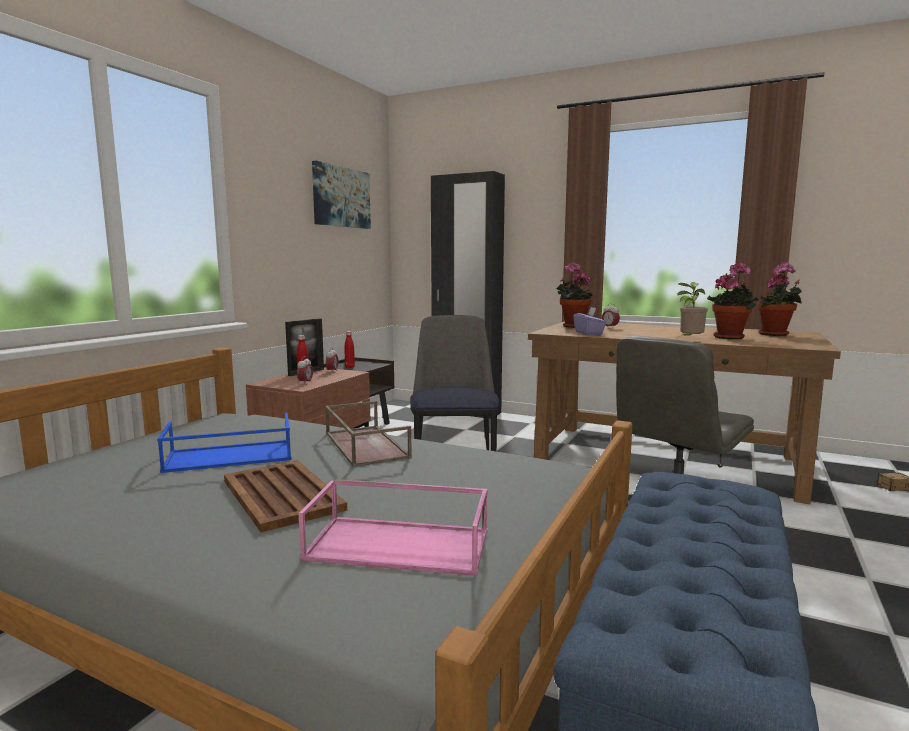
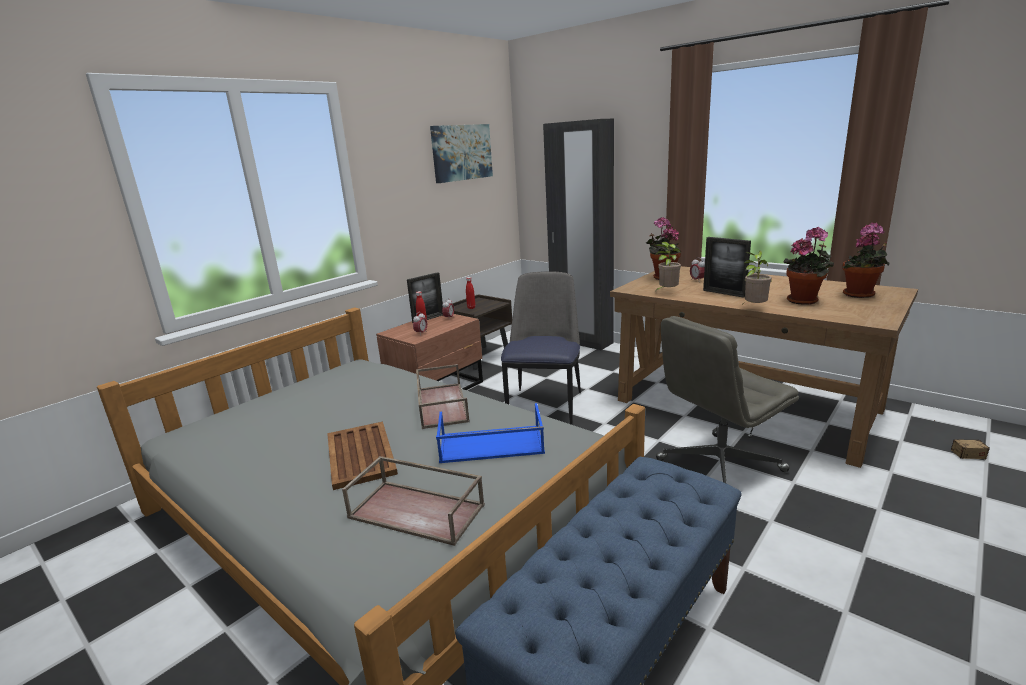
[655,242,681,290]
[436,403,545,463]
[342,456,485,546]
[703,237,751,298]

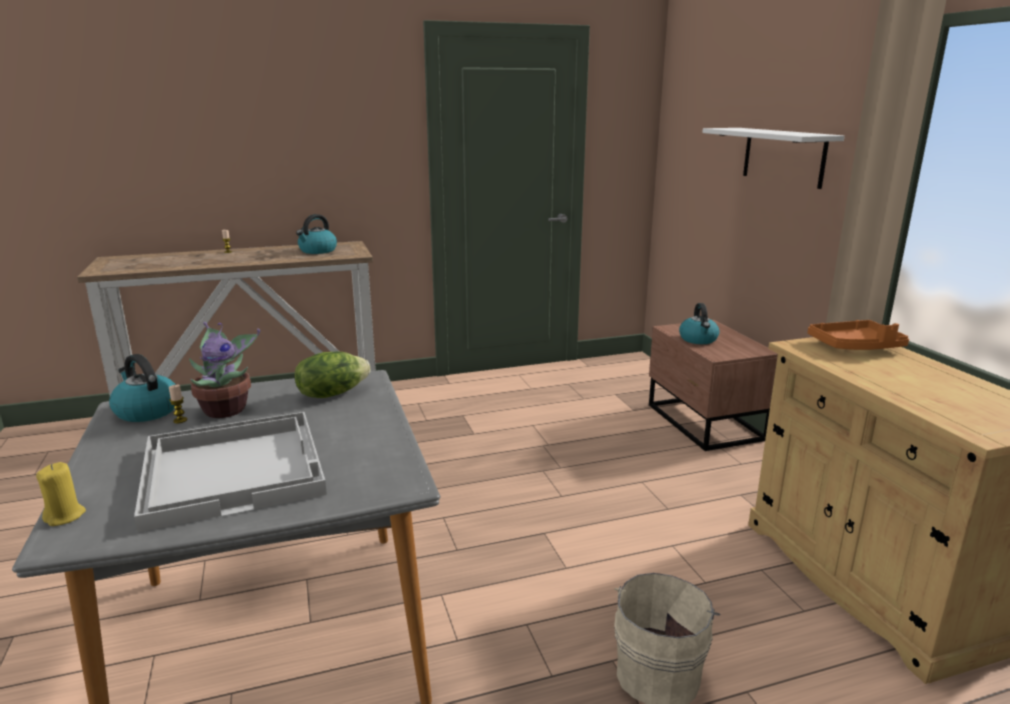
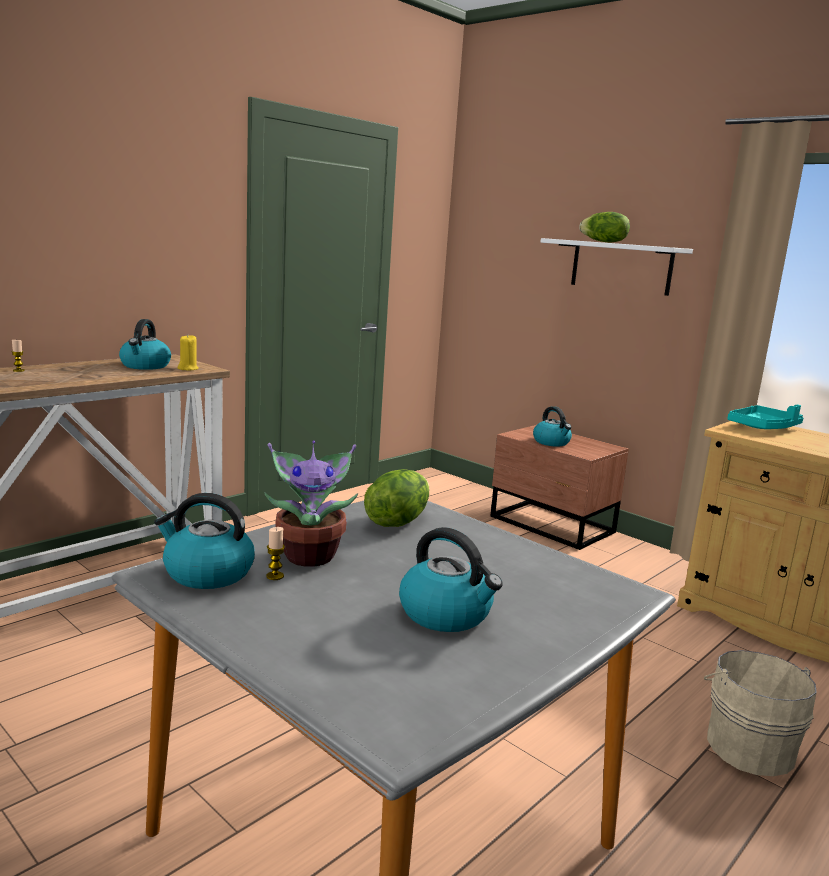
[727,405,803,429]
[399,527,503,632]
[177,334,199,371]
[579,212,630,243]

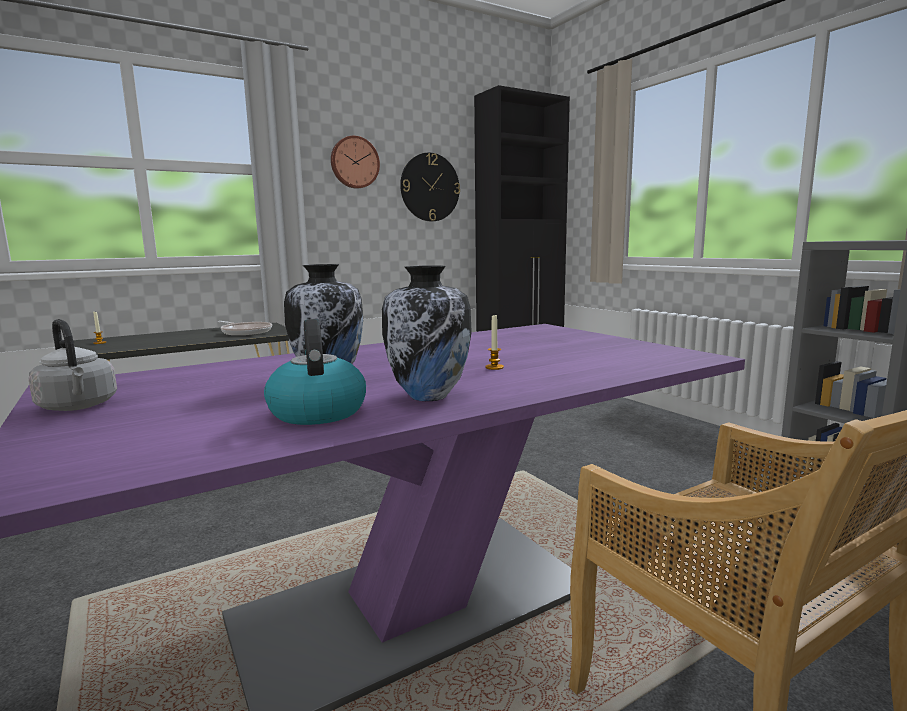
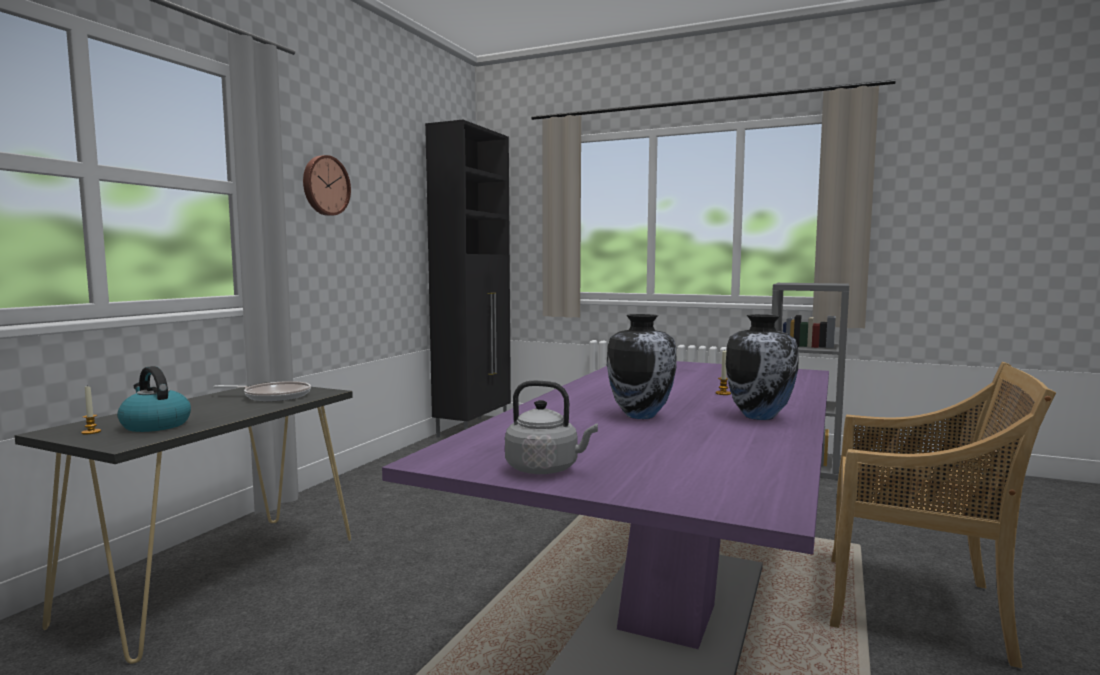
[400,153,460,221] (first image)
[117,366,191,432]

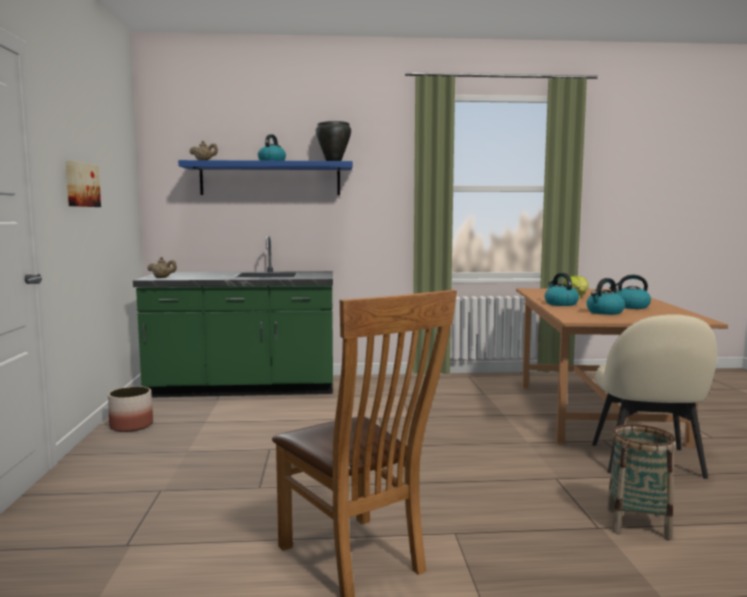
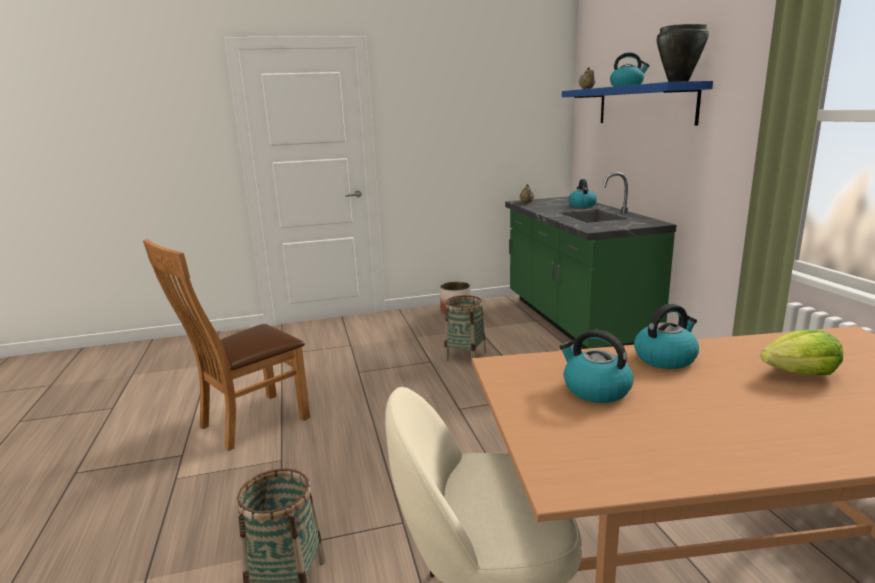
[66,160,101,207] (first image)
[568,179,597,208]
[444,295,486,364]

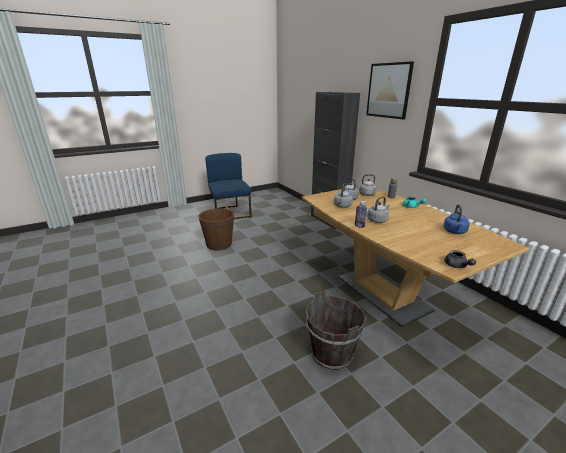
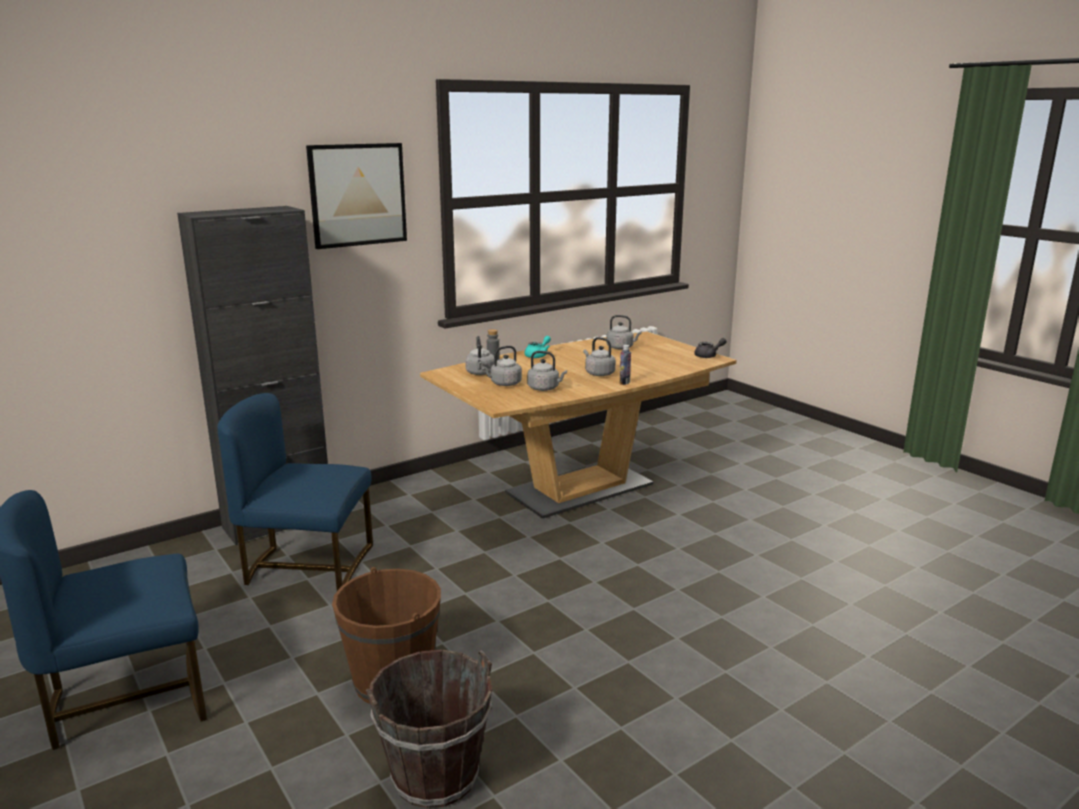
[606,315,642,349]
[366,649,492,809]
[217,393,373,591]

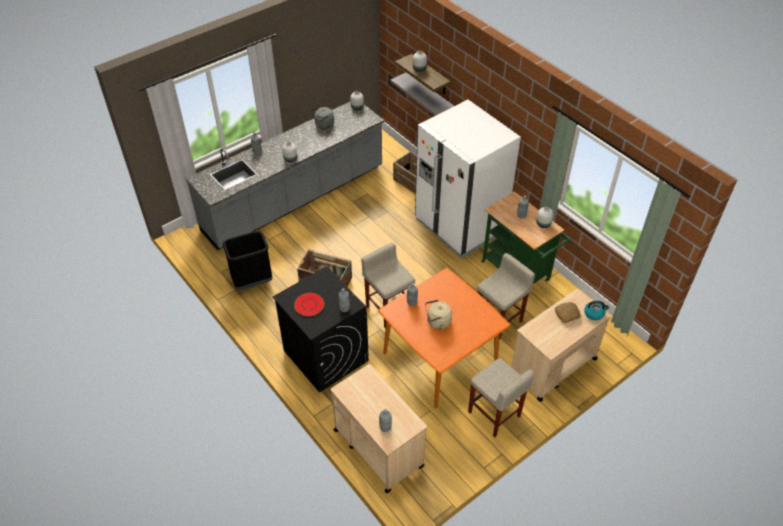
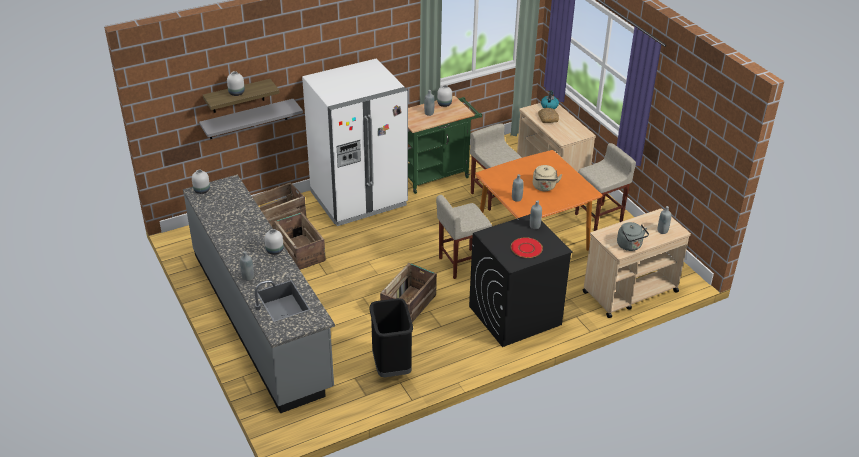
[617,222,649,251]
[274,212,326,270]

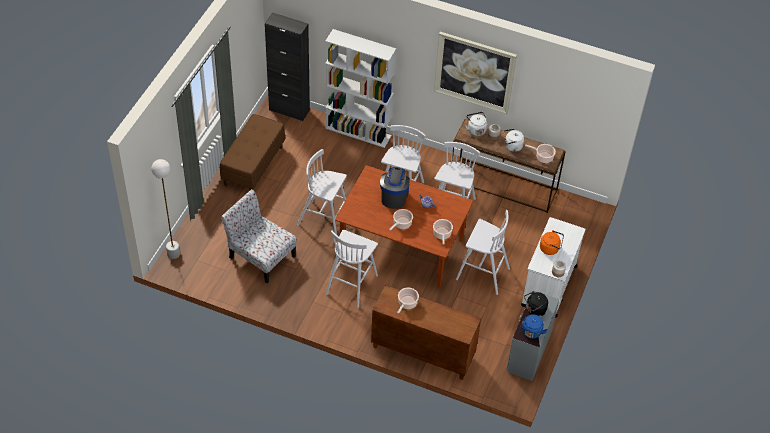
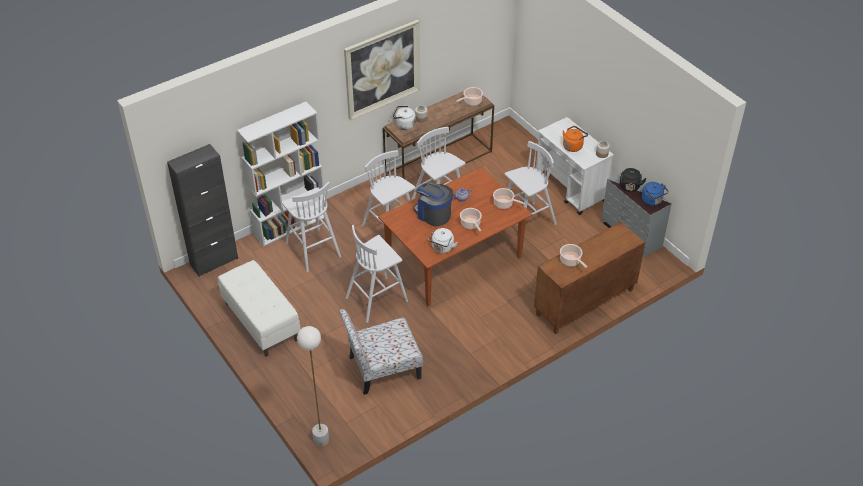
[218,260,301,357]
[429,228,458,253]
[282,182,341,272]

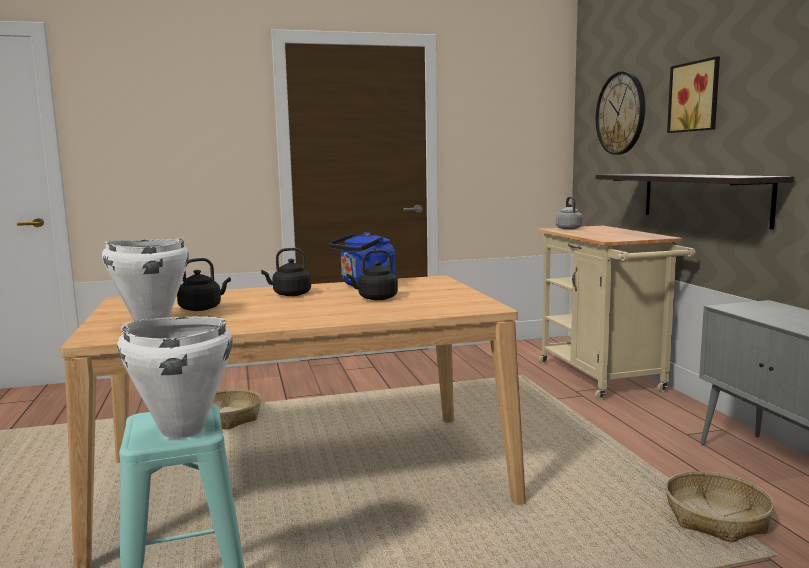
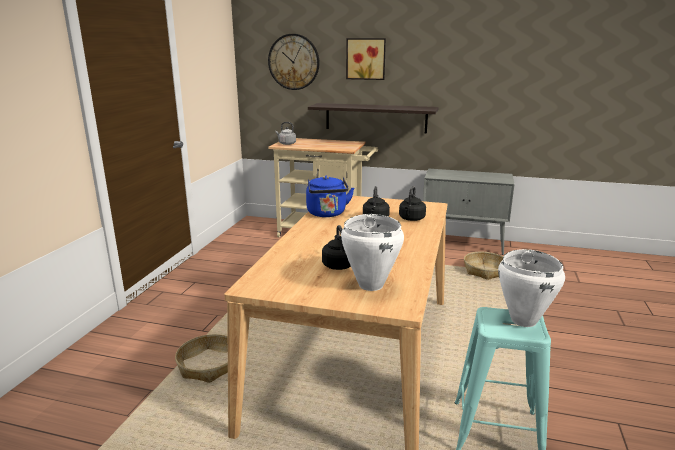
[399,186,426,221]

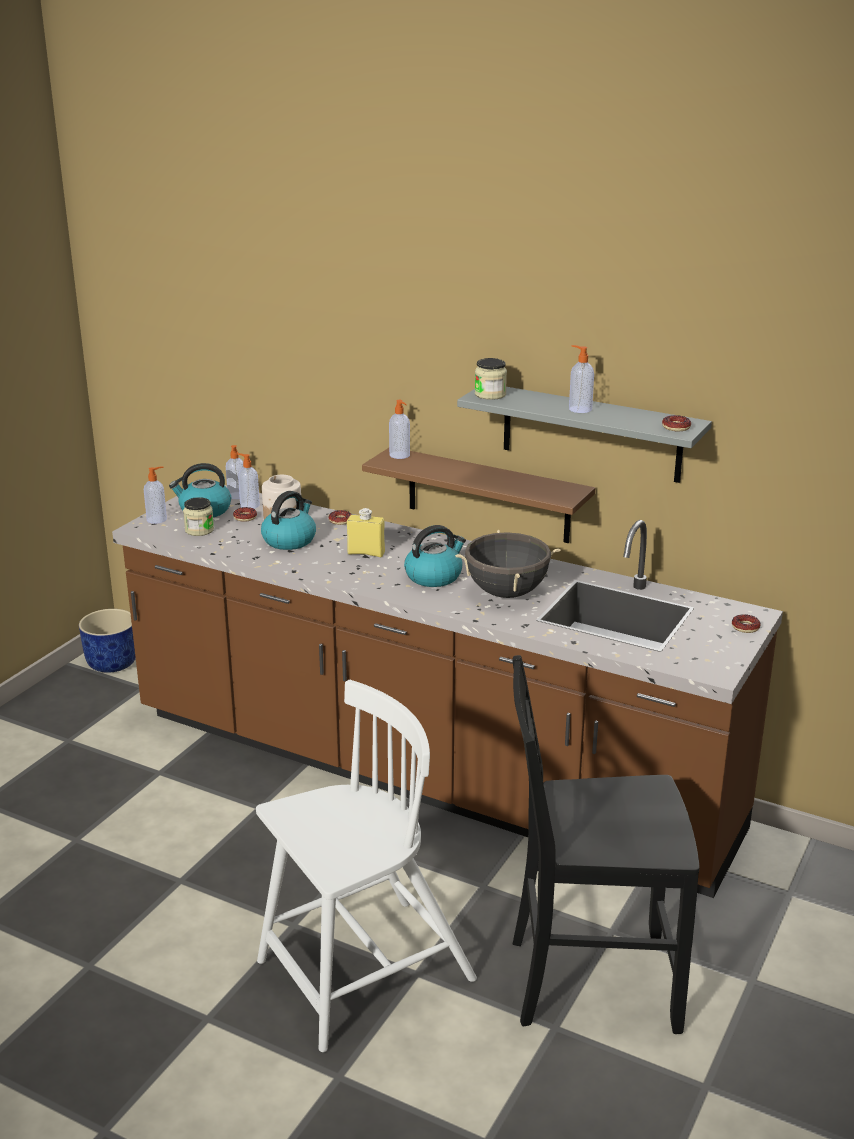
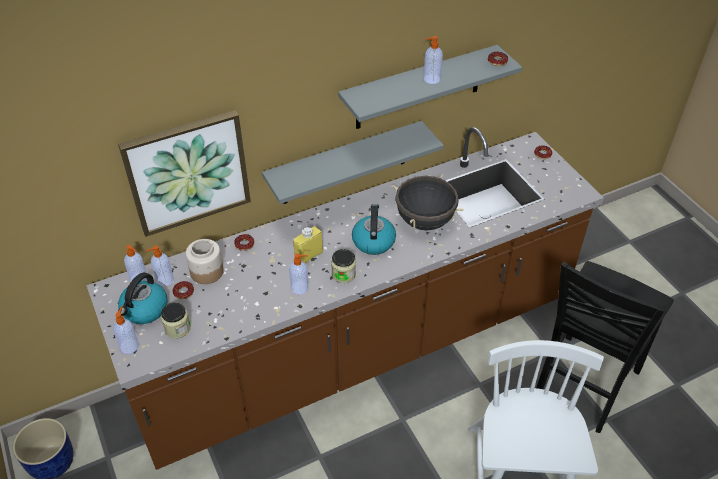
[331,249,356,283]
[289,253,309,295]
[262,121,444,204]
[261,491,316,550] (first image)
[118,110,251,237]

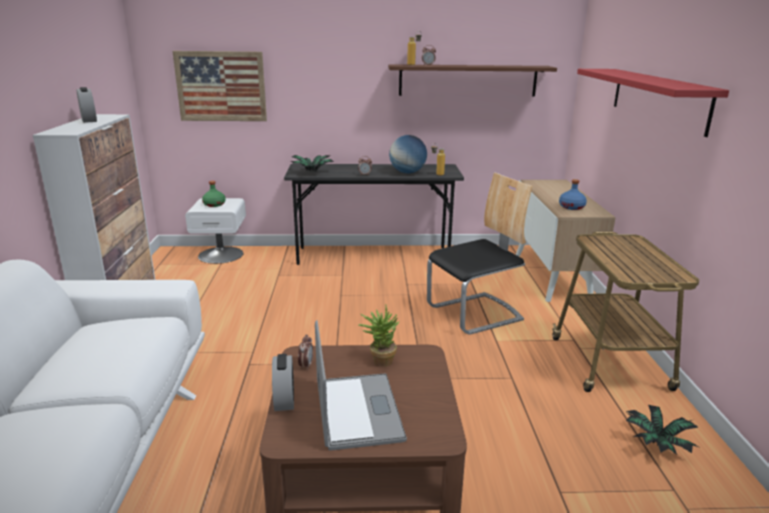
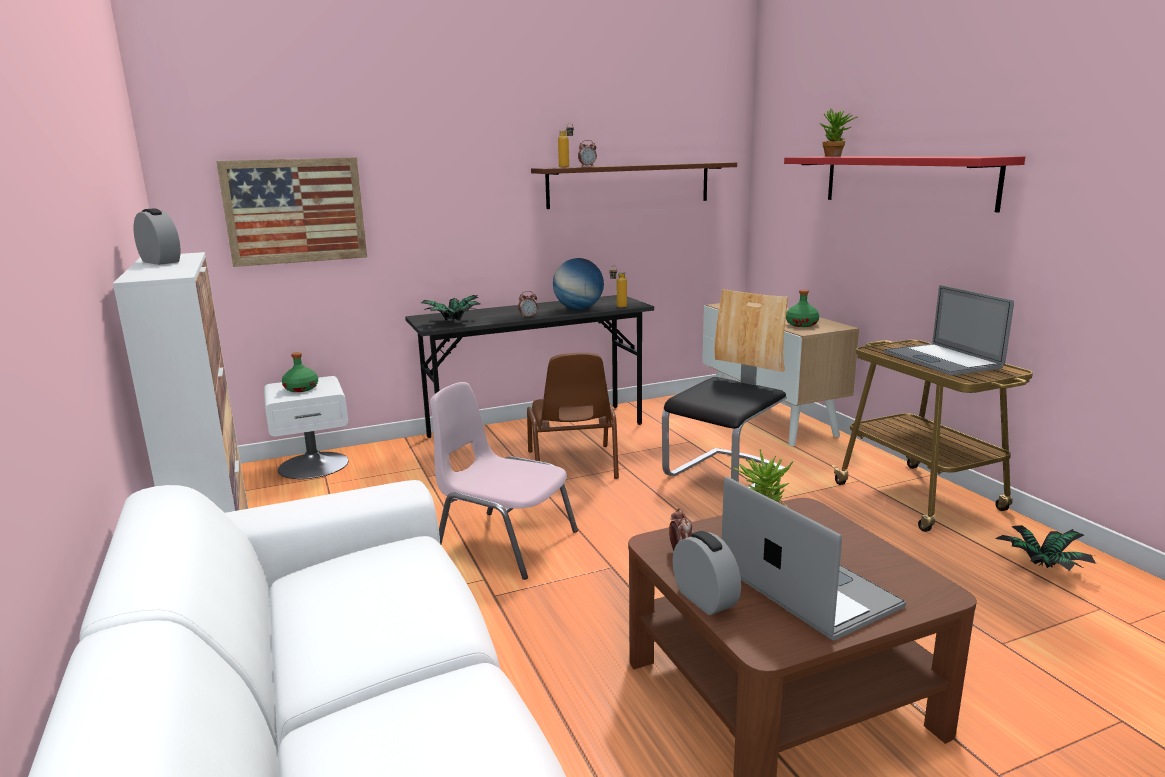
[786,290,819,327]
[820,108,857,157]
[884,285,1014,375]
[527,353,619,479]
[430,382,578,580]

